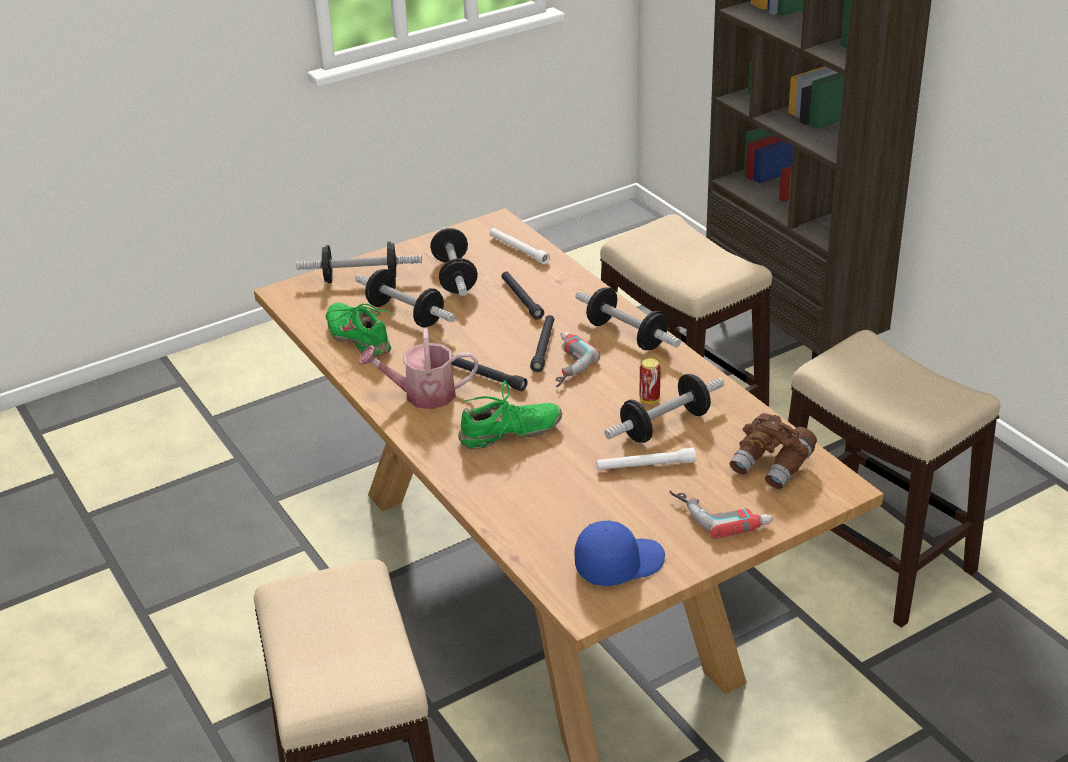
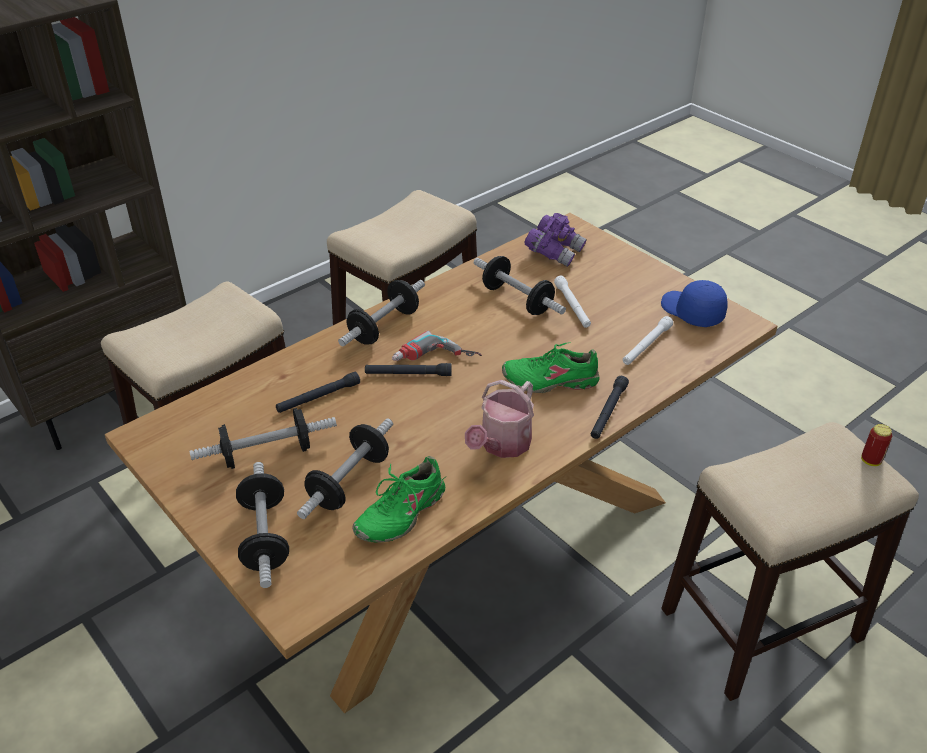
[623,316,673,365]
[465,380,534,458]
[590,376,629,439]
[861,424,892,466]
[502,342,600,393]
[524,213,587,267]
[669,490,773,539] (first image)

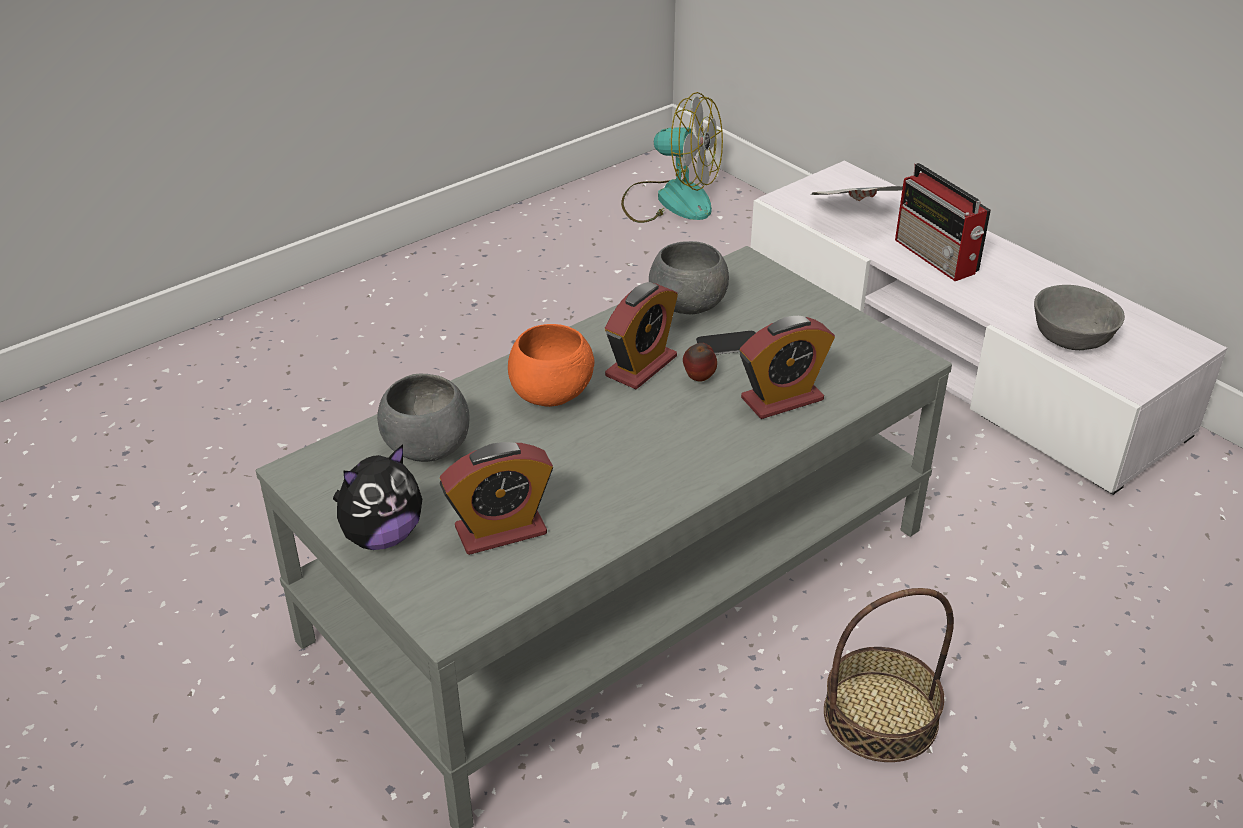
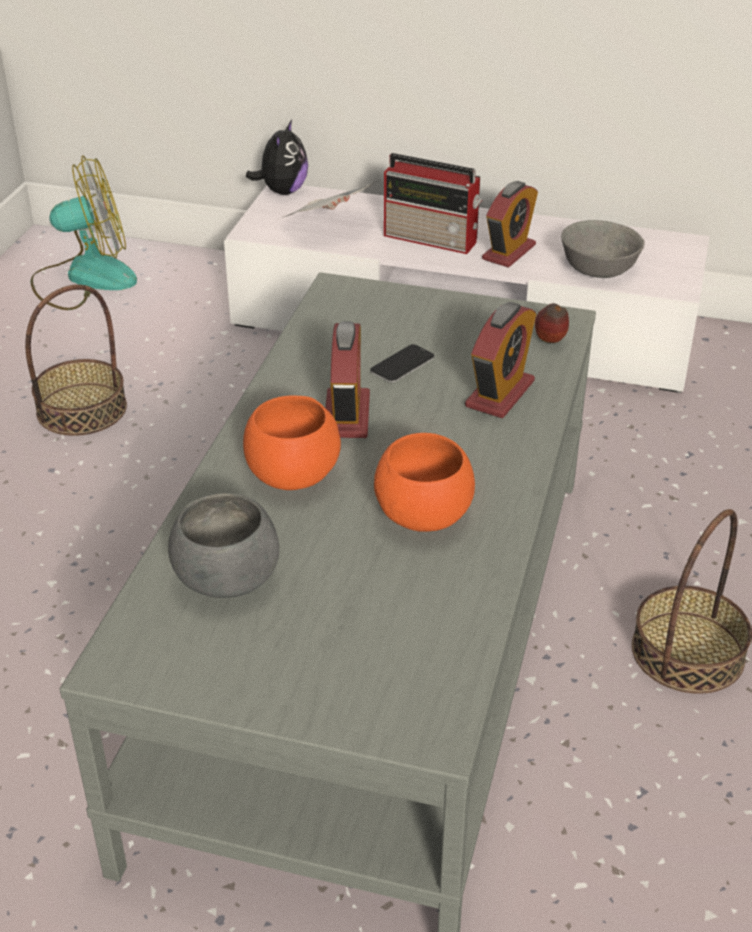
[649,241,729,314] (first image)
[535,303,569,343]
[482,181,538,268]
[246,120,308,195]
[25,284,127,436]
[374,433,475,532]

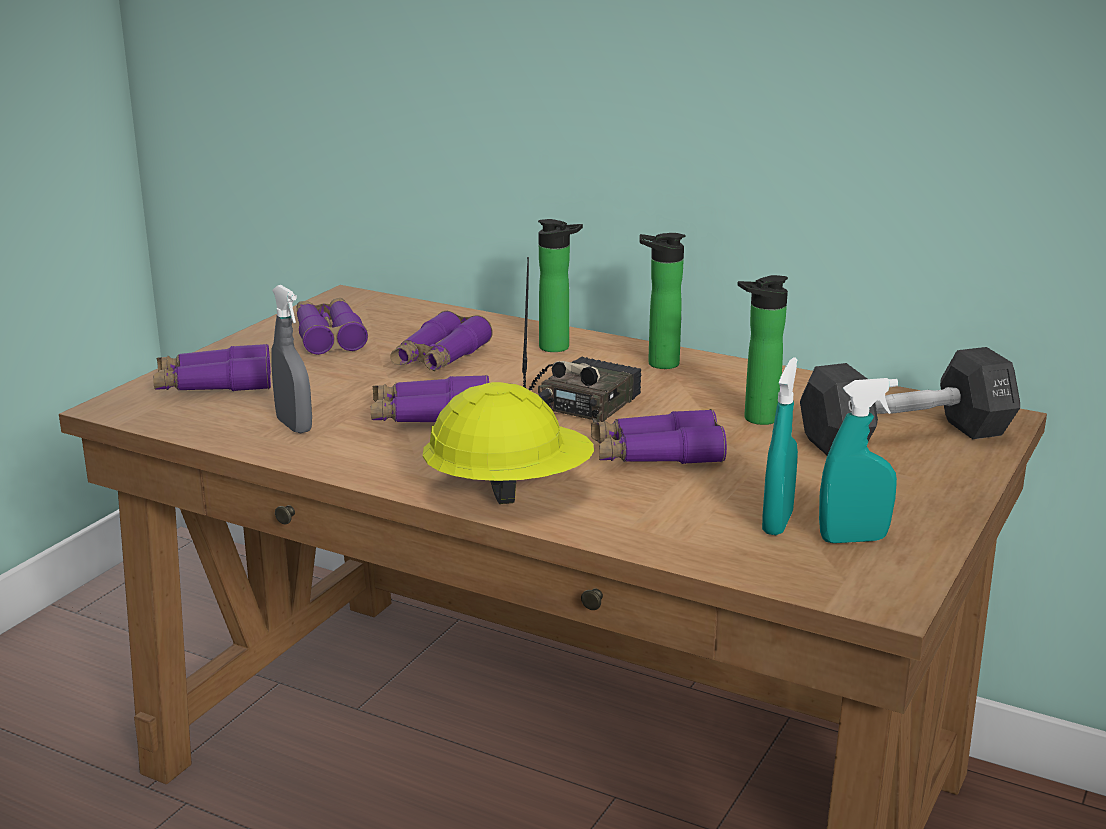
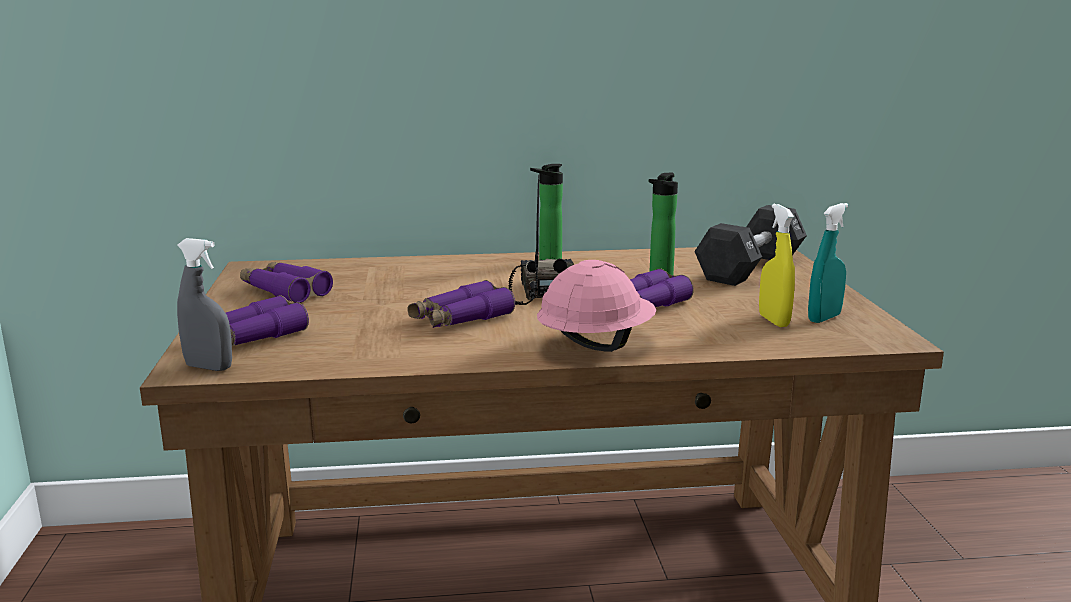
[538,219,583,352] (first image)
[177,238,232,371]
[390,311,493,371] (first image)
[759,204,795,327]
[537,260,656,352]

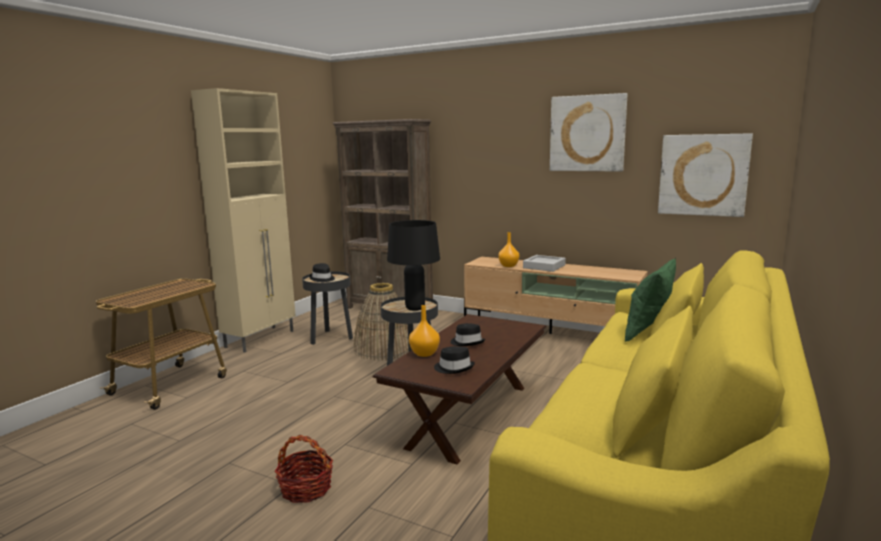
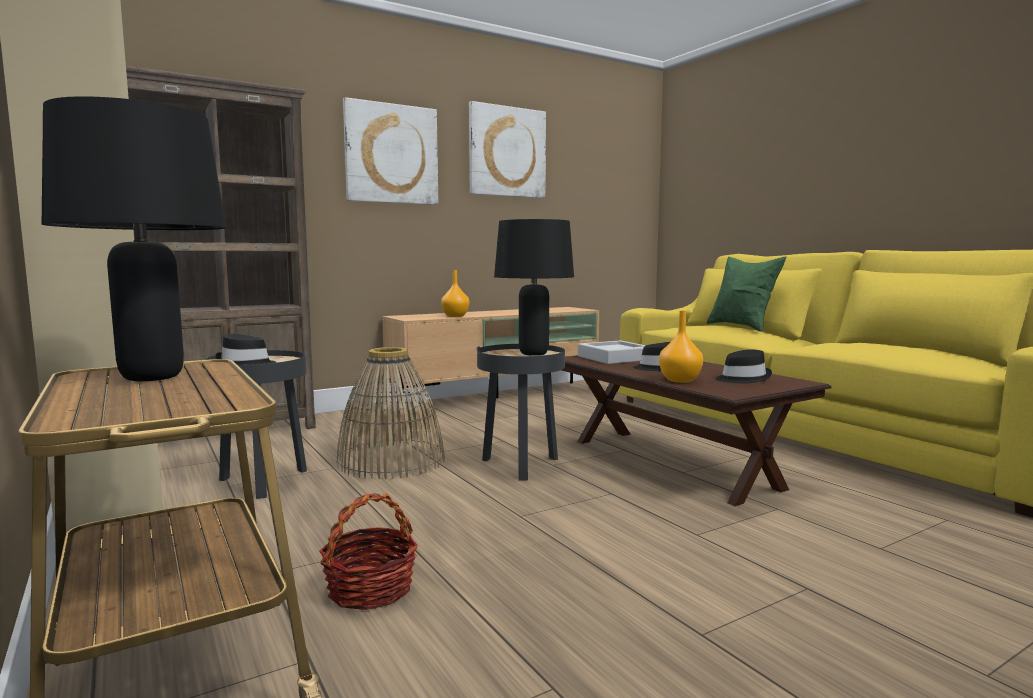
[343,97,438,205]
[578,341,646,364]
[320,493,418,610]
[42,96,226,381]

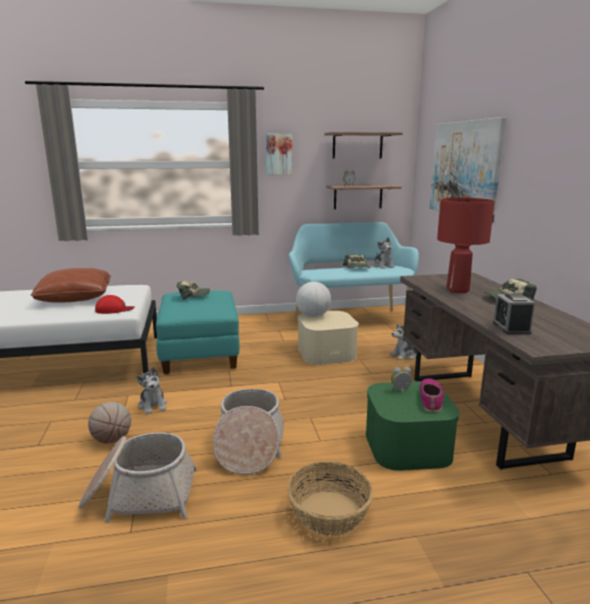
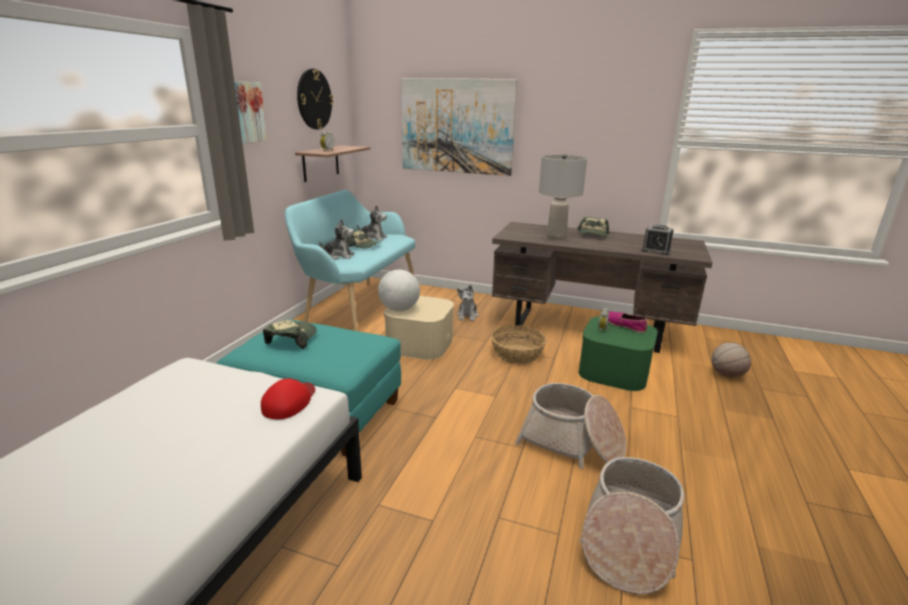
[297,69,333,130]
[539,154,587,240]
[31,268,111,303] (first image)
[319,219,354,260]
[712,343,751,378]
[491,325,546,364]

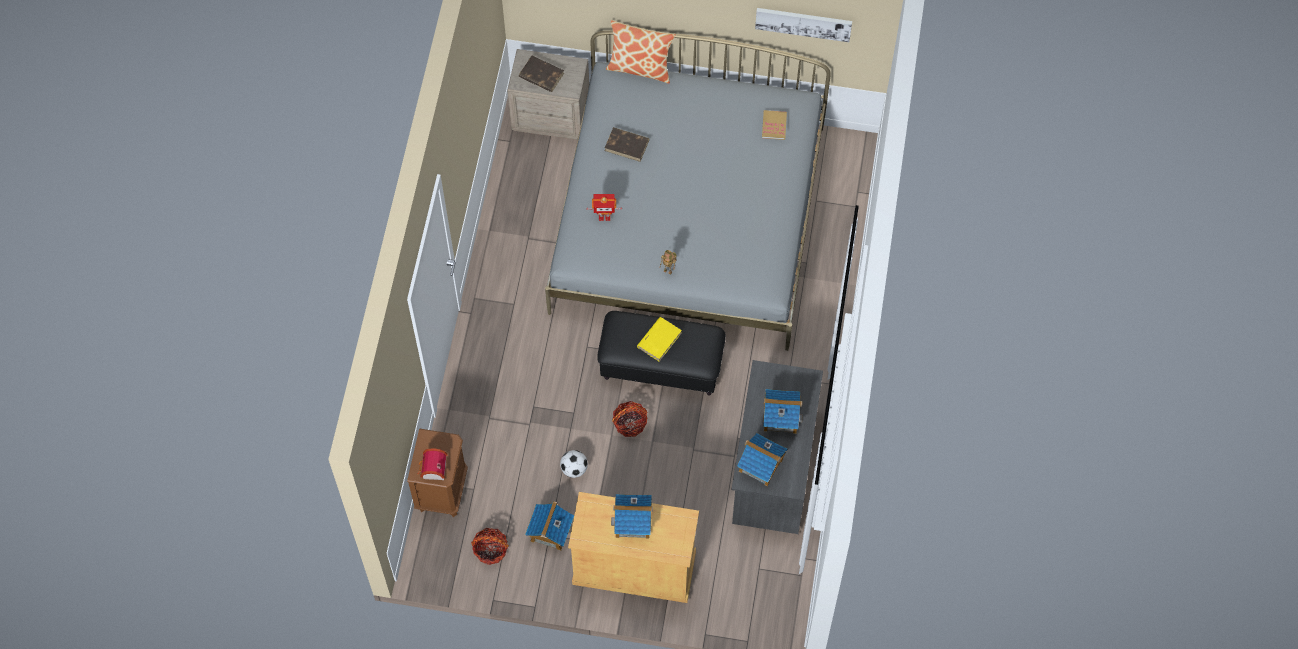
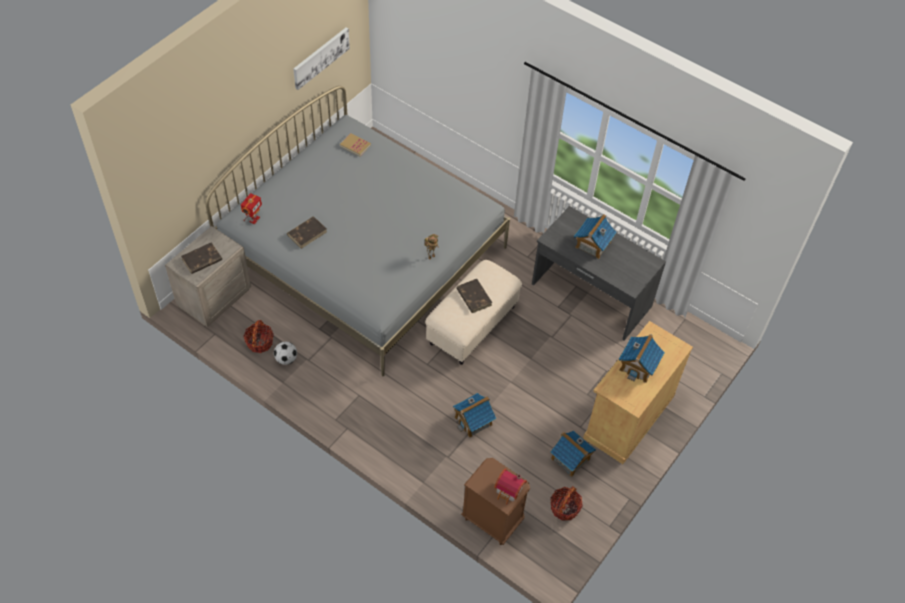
[606,20,676,83] (first image)
[241,193,262,224]
[425,260,522,365]
[456,279,492,313]
[243,320,274,353]
[453,393,496,438]
[274,342,297,365]

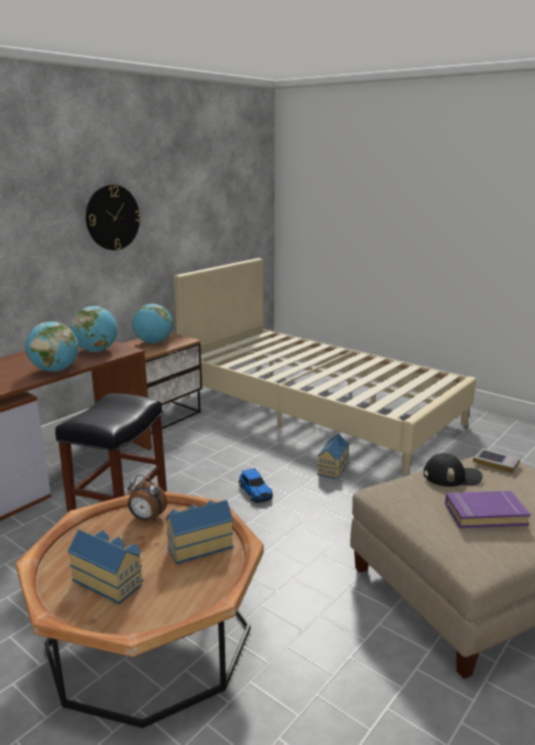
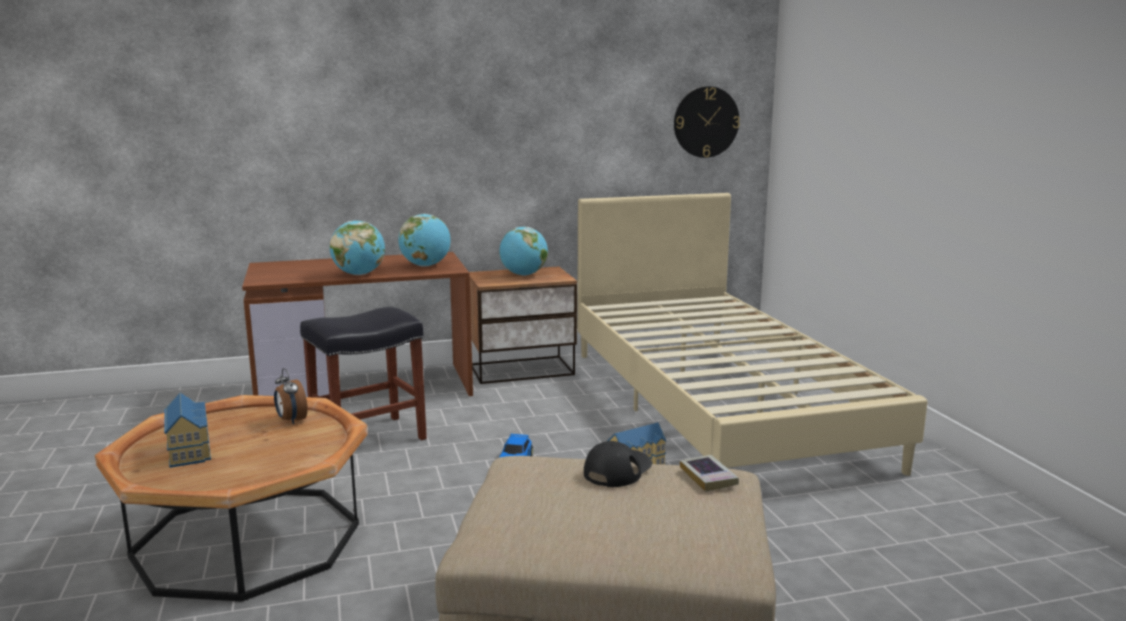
[674,86,740,158]
[584,441,652,487]
[445,490,531,528] (first image)
[165,500,234,564] (first image)

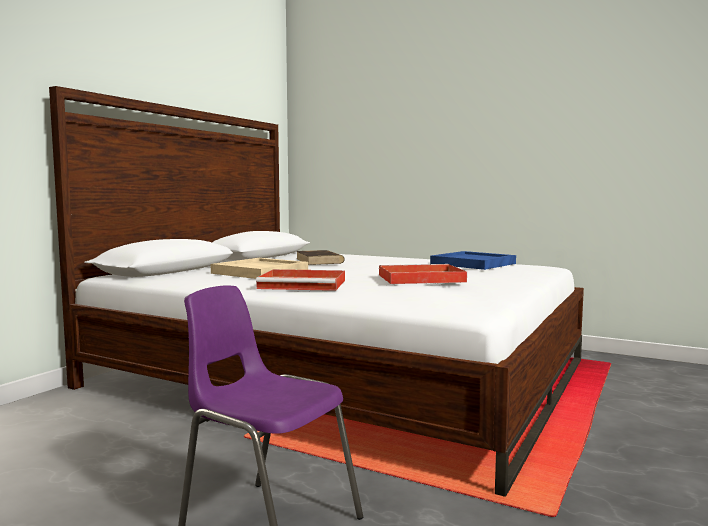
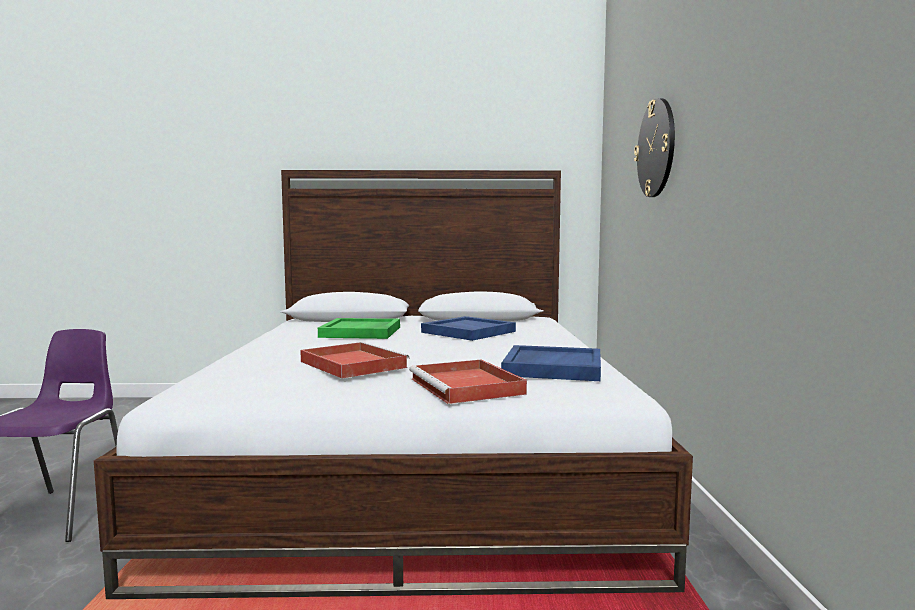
[421,316,516,341]
[318,318,400,339]
[409,360,527,404]
[634,98,675,197]

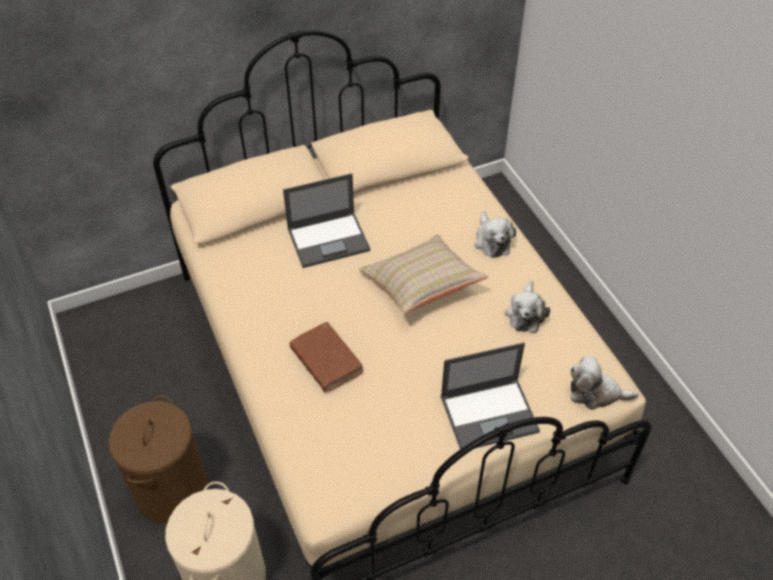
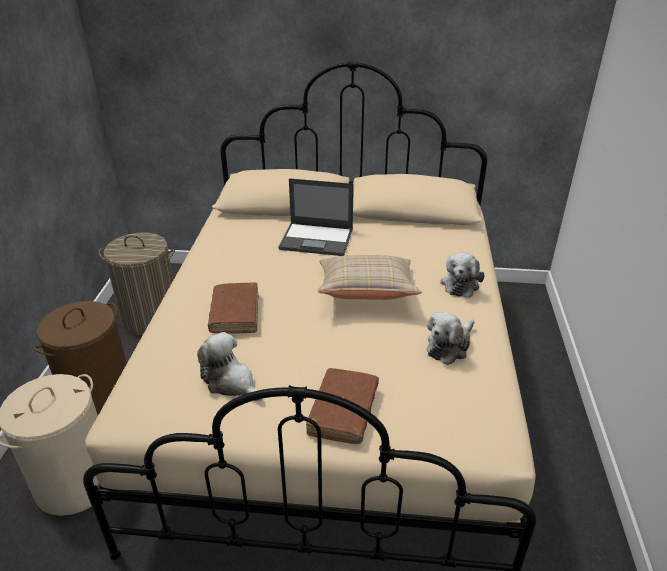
[306,368,379,444]
[197,332,261,401]
[99,232,175,336]

